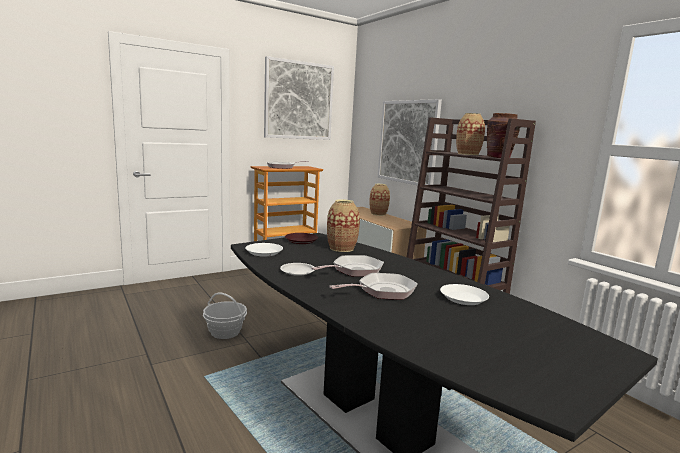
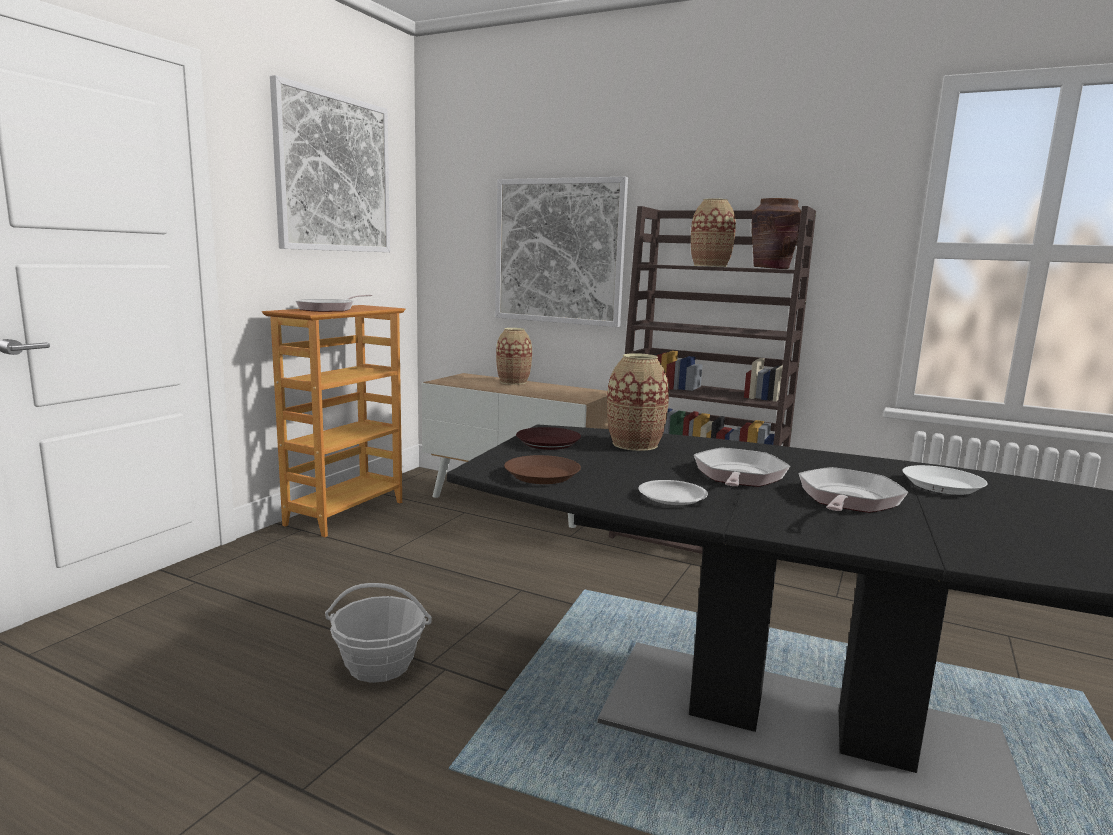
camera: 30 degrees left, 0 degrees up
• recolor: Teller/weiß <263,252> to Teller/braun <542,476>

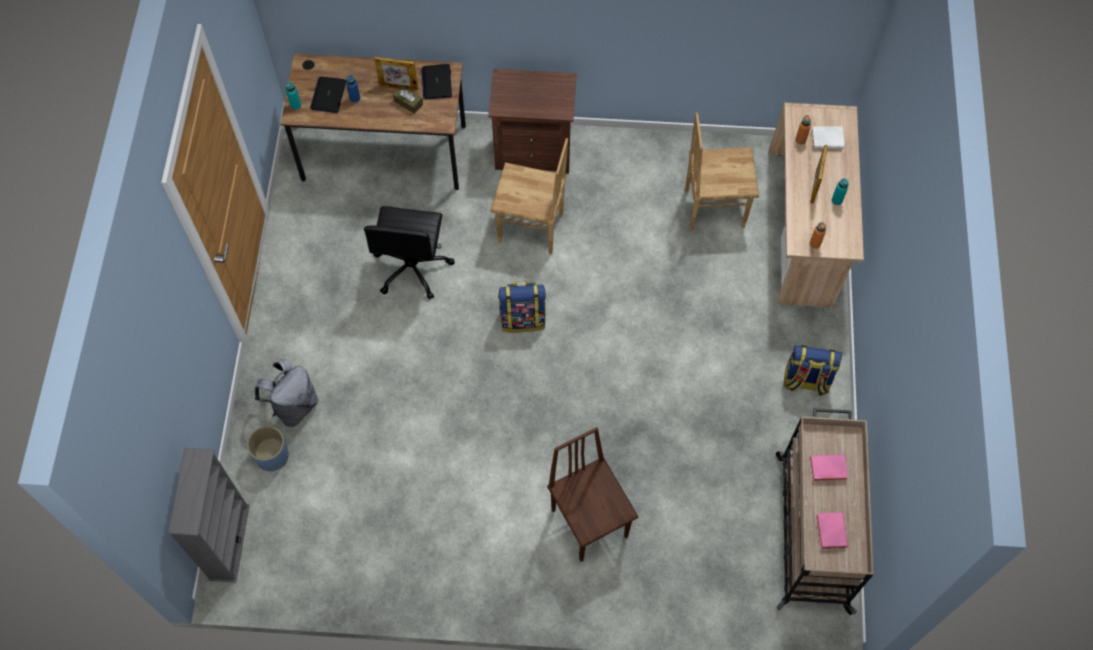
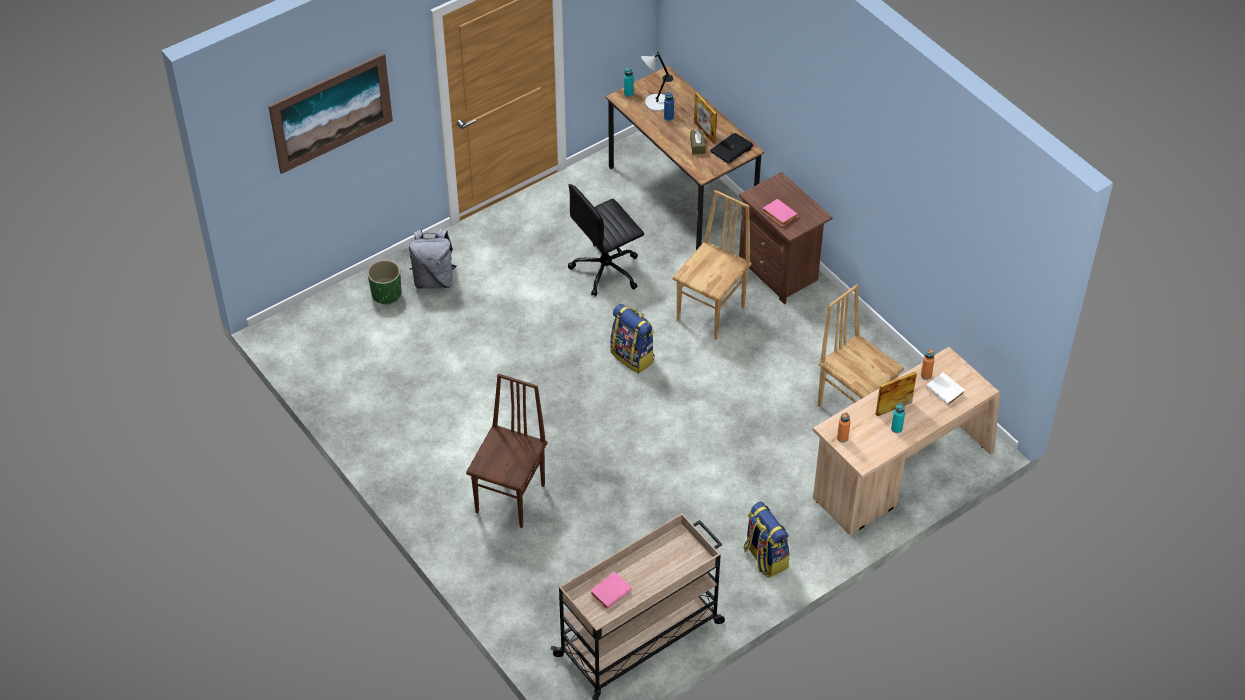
camera: 50 degrees right, 15 degrees down
• insert: Bild <331,112>
• recolor: Pflanzkübel/blau <272,456> to Pflanzkübel/grün <386,294>
• replace: Laptop <328,95> to Tischlampe/grau <655,103>
• rotate: Stuhl/braun <531,229> = <712,313> 120 degrees counterclockwise
• move: Buch/rosa <827,470> to <778,214>
• delete: Bücherregal/grau <229,542>

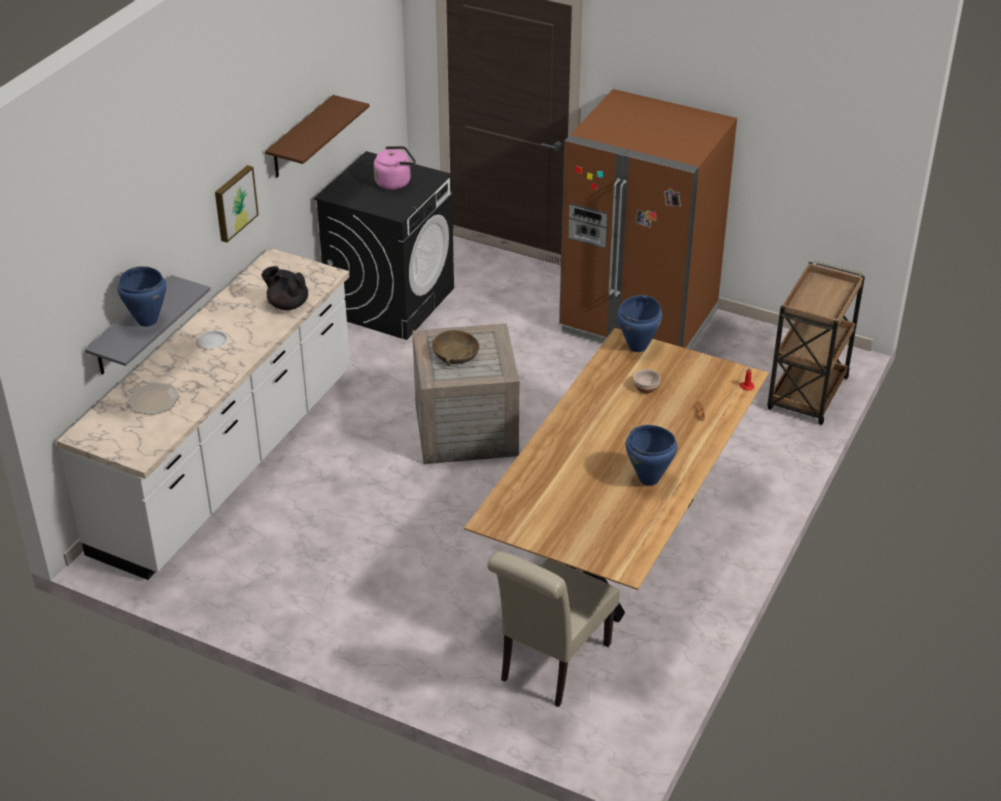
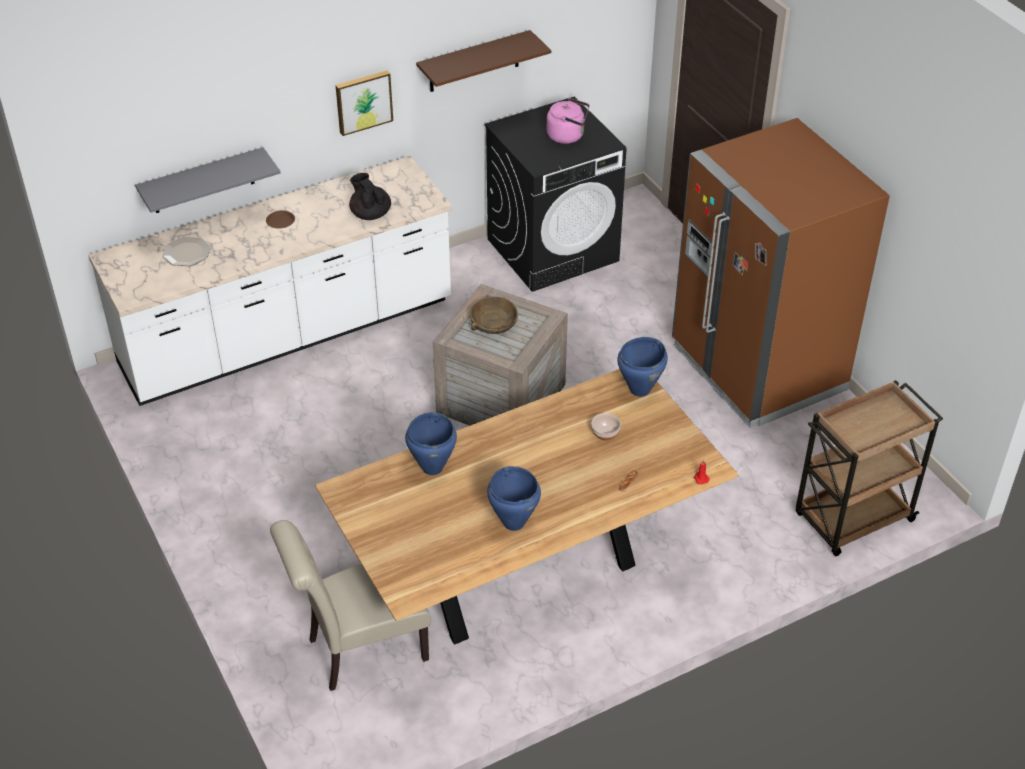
camera: 35 degrees right, 5 degrees up
• recolor: Teller/weiß <213,341> to Teller/braun <281,221>
• move: Kochtopf/blau <147,321> to <432,468>

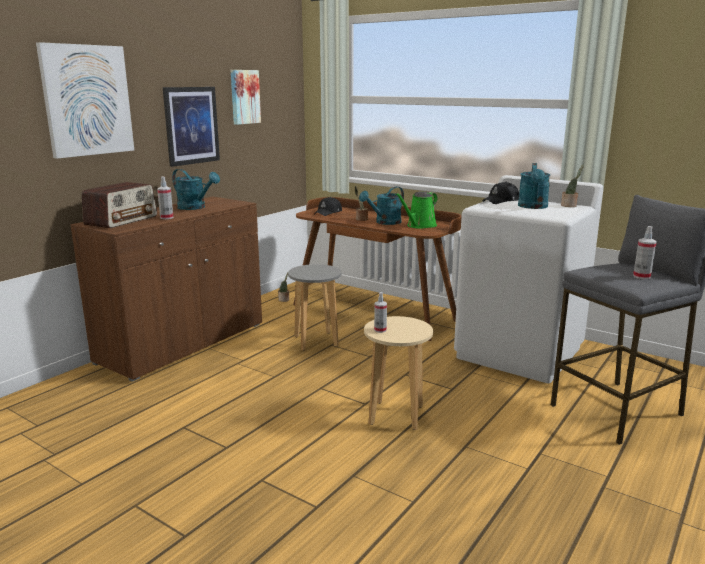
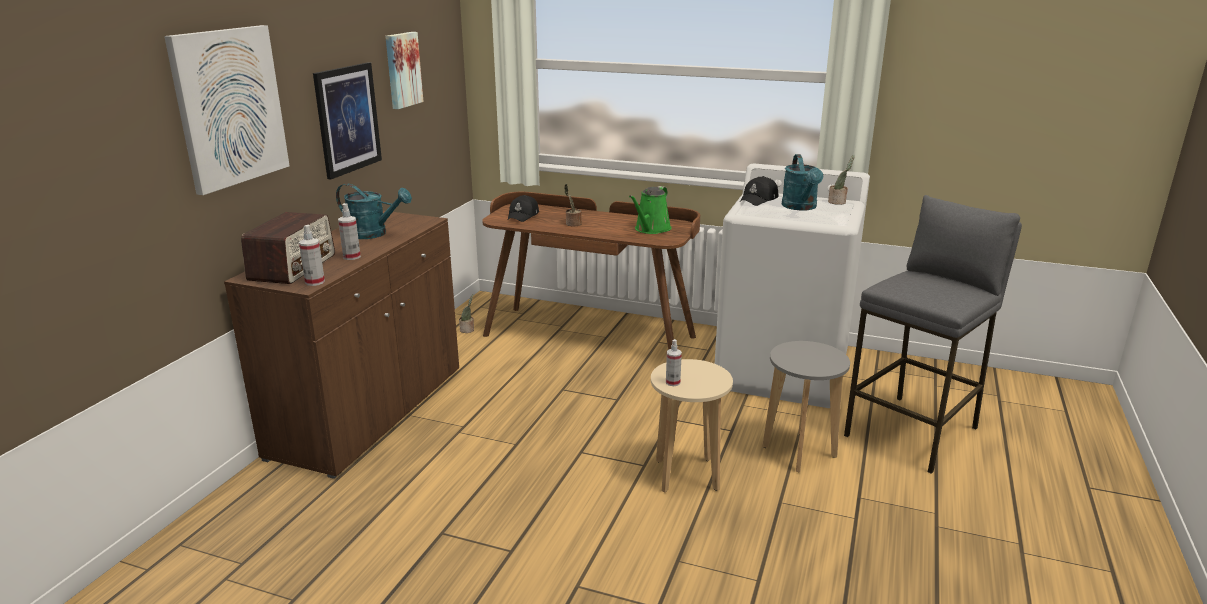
camera: 15 degrees left, 5 degrees up
• move: Sprühflasche <641,276> to <315,282>
• move: Hocker/grau <315,341> to <798,452>
• delete: Gießkanne/türkis <384,222>

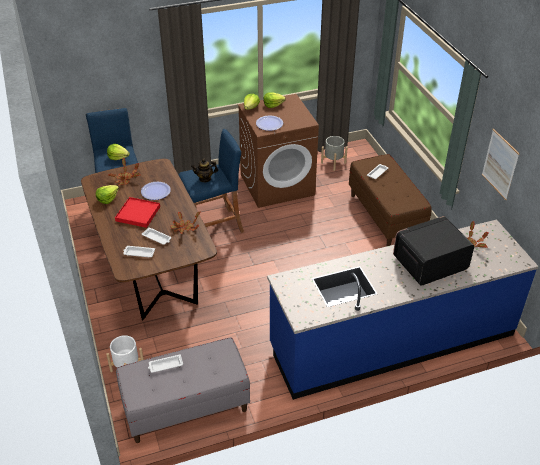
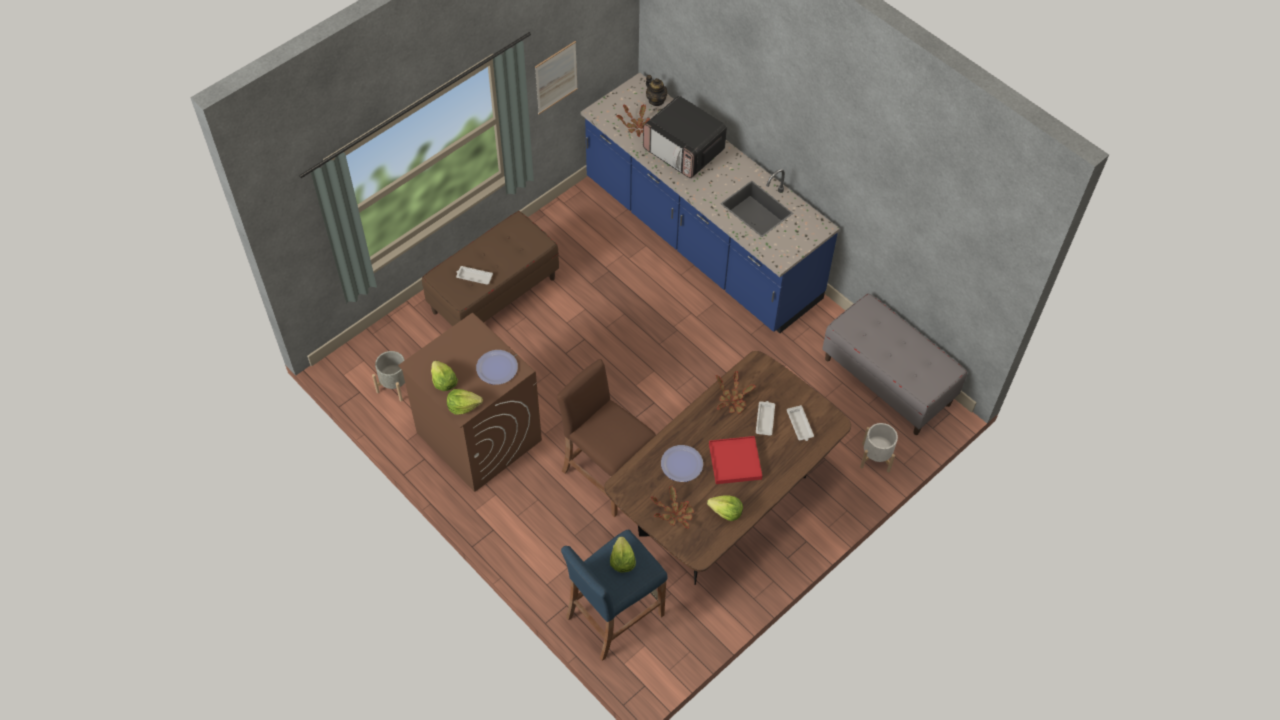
camera: 115 degrees left, 15 degrees up
• recolor: Hocker/blau <213,227> to Hocker/braun <607,476>
• move: Teekanne <205,178> to <656,100>
• delete: Tablett/weiß <165,365>

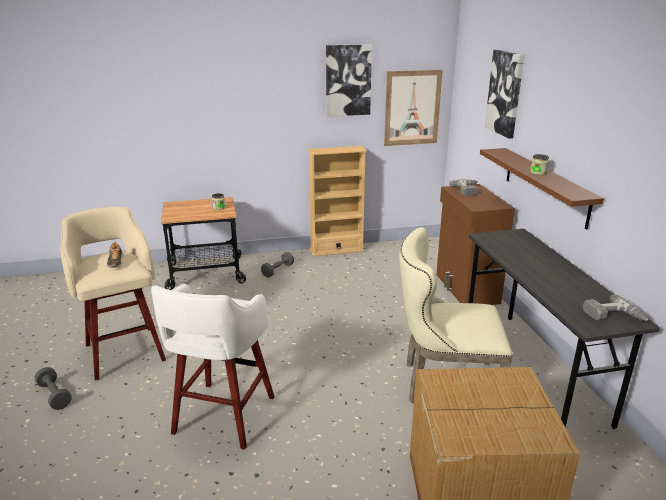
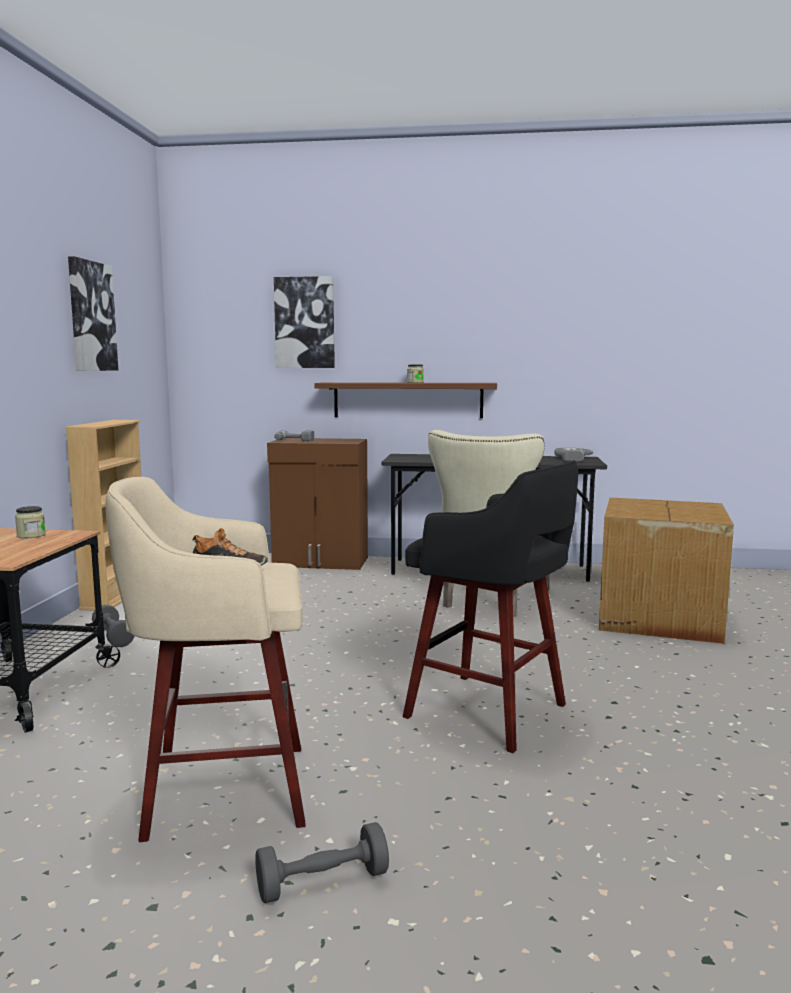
camera: 70 degrees left, 15 degrees down
• recolor: Hocker/weiß <222,417> to Hocker/schwarz <490,712>
• delete: Bild <412,108>

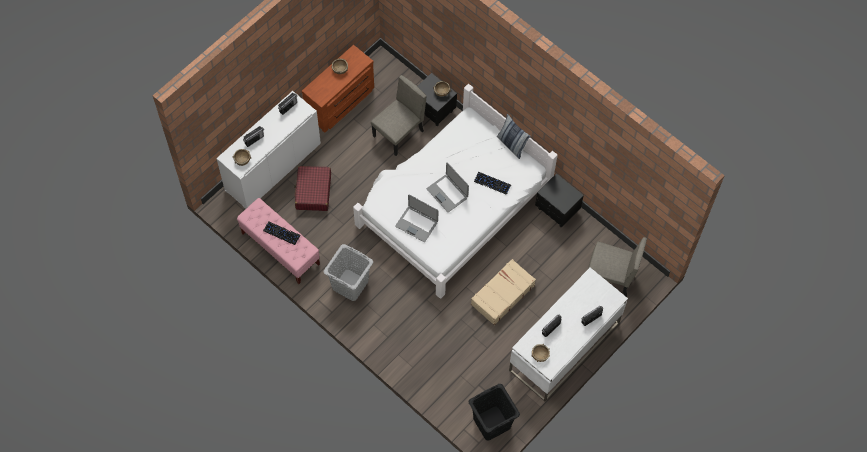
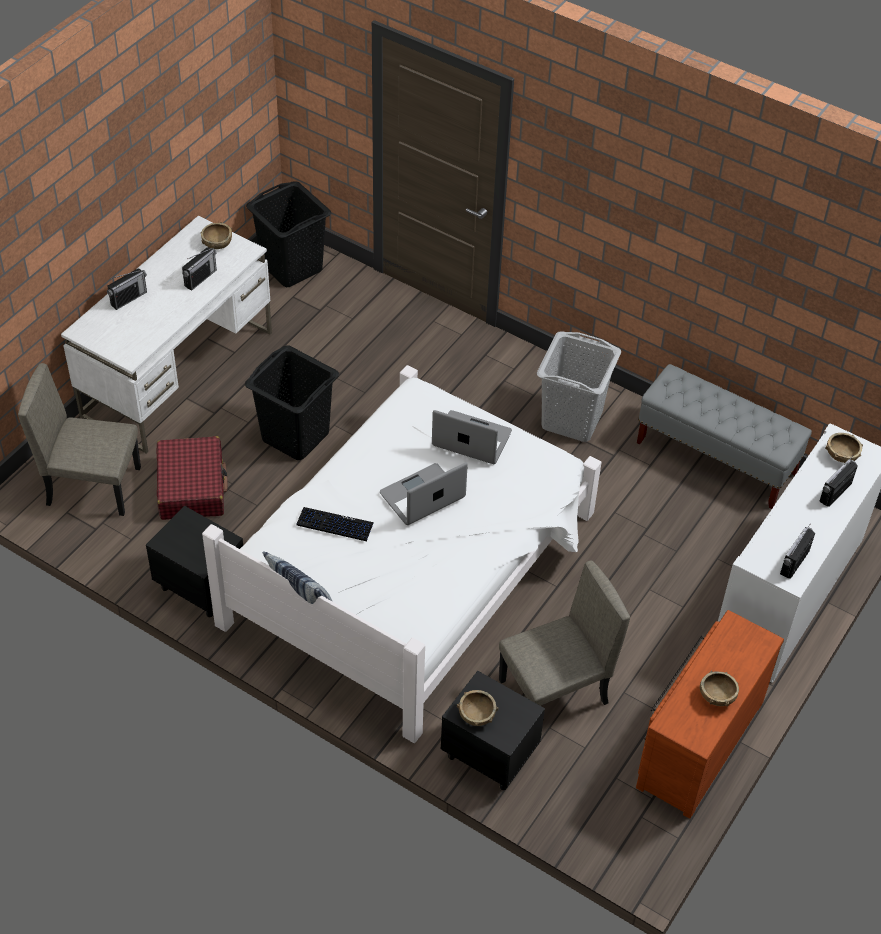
camera: 170 degrees right, 15 degrees down
• move: Koffer/rot <313,192> to <192,487>
• replace: Koffer/beige <502,294> to Wäschekorb/schwarz <295,435>
• rotate: Laptop <447,193> = <423,496> 75 degrees counterclockwise
• rotate: Stuhl/beige <398,134> = <554,692> 150 degrees counterclockwise
• recolor: Bank/rosa <280,249> to Bank/grau <716,458>
• delete: Tastatur <281,233>

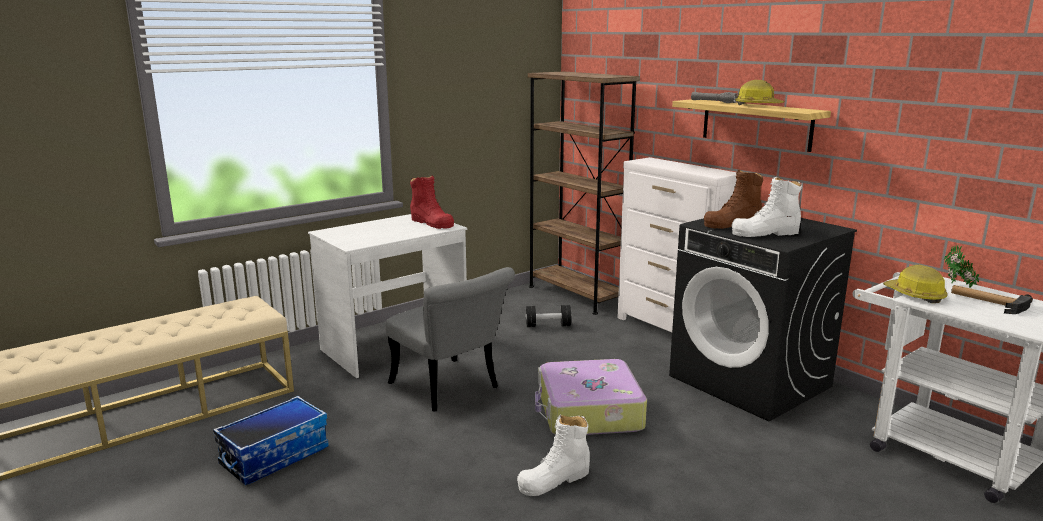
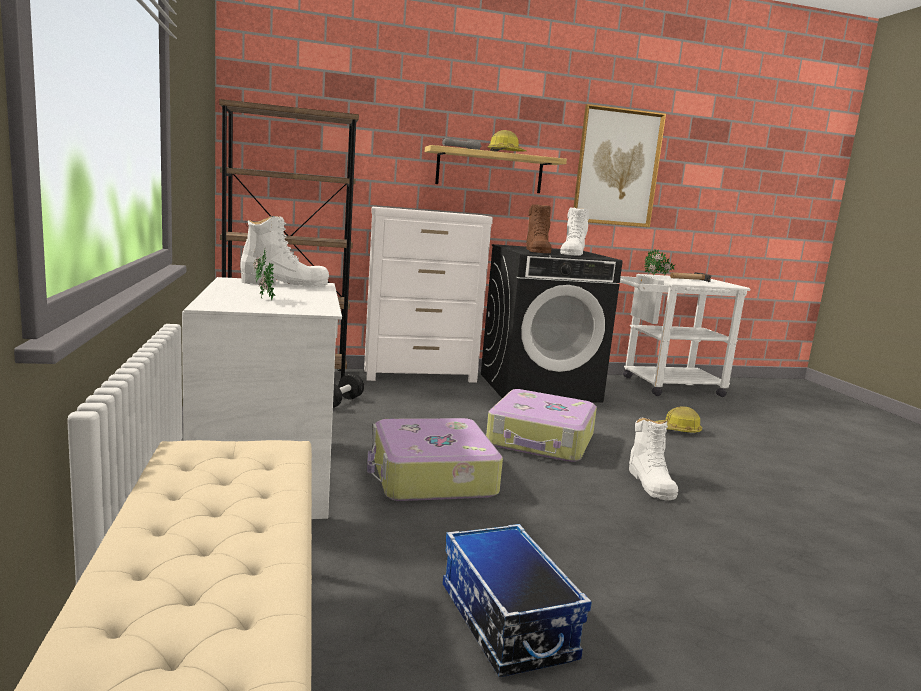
camera: 65 degrees left, 5 degrees down
• recolor: Stiefel/rot <432,223> to Stiefel/weiß <285,283>
• insert: Topfpflanze <265,300>
• replace: Stuhl/grau <451,389> to Koffer <431,477>
• insert: Bild <617,167>
• move: Schutzhelm <914,295> to <678,430>

